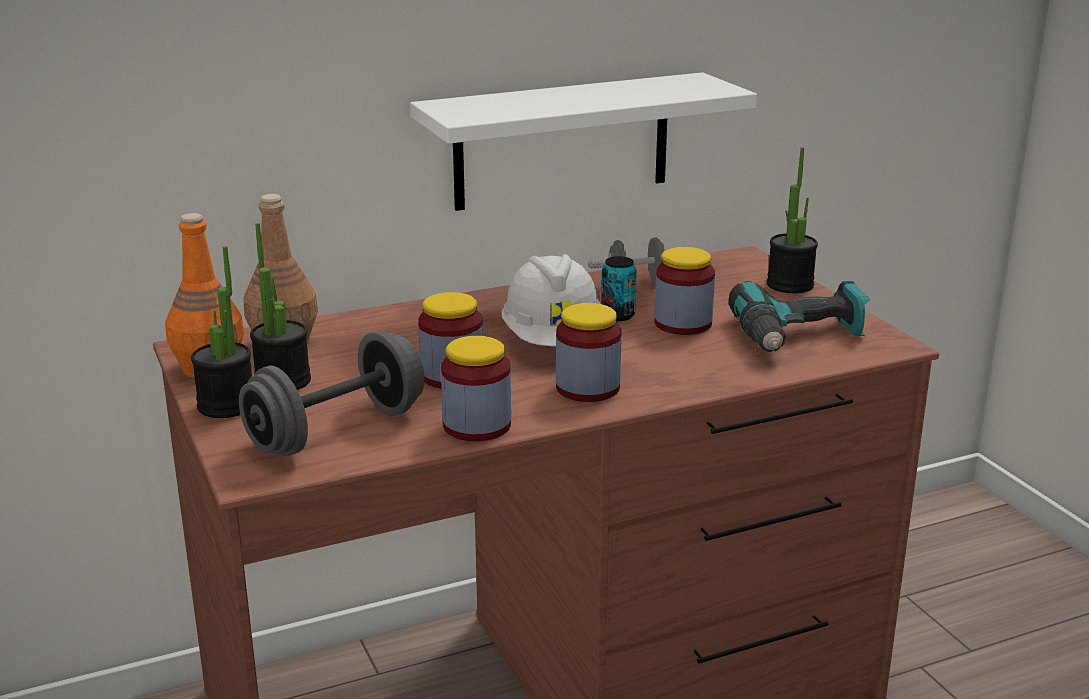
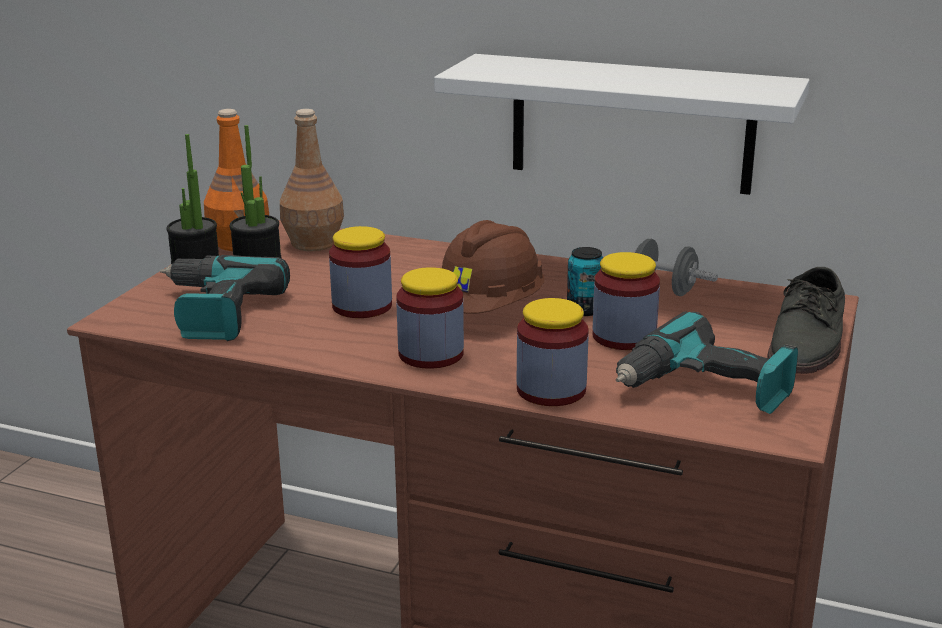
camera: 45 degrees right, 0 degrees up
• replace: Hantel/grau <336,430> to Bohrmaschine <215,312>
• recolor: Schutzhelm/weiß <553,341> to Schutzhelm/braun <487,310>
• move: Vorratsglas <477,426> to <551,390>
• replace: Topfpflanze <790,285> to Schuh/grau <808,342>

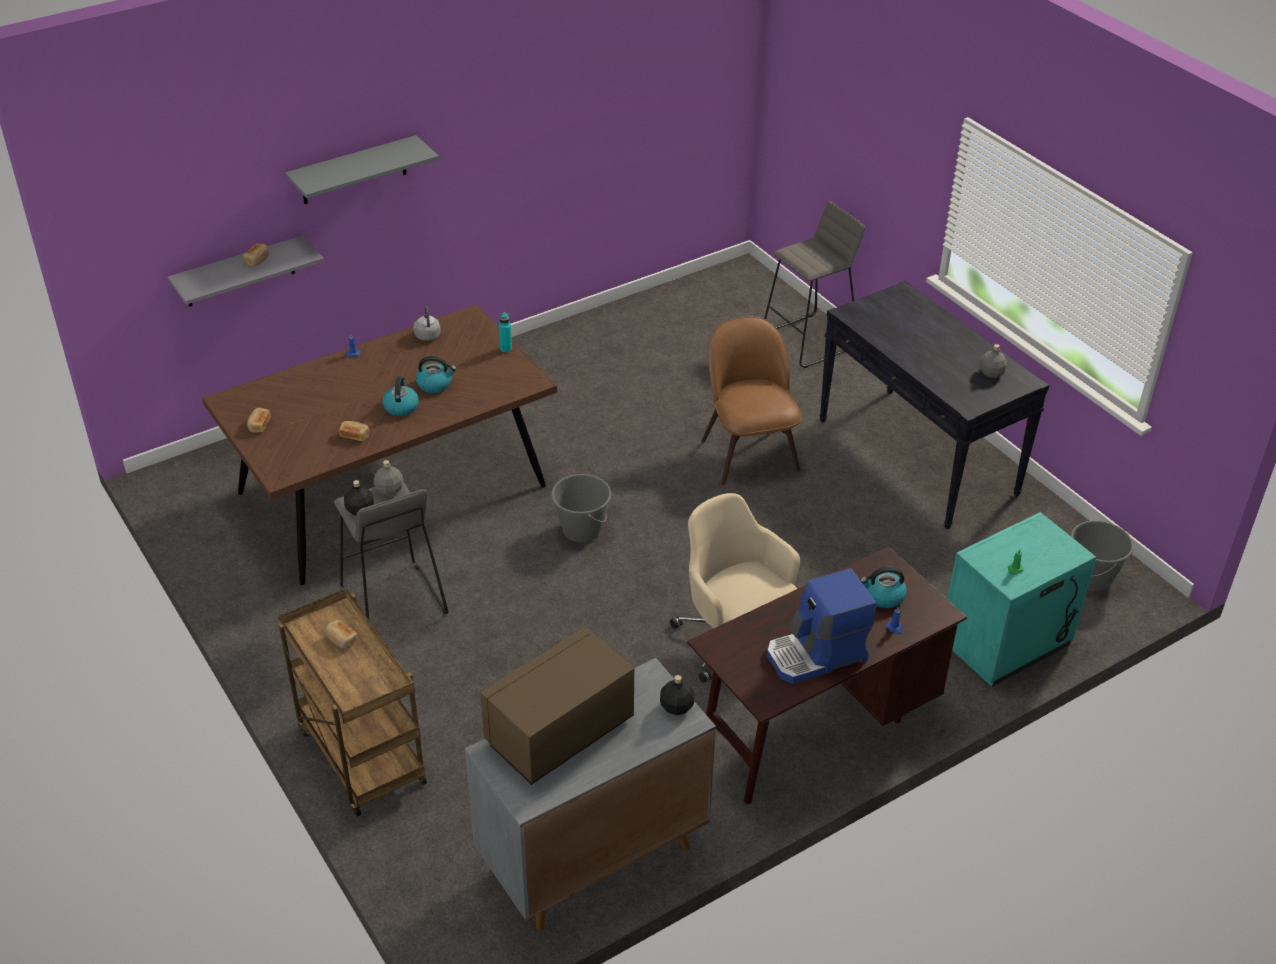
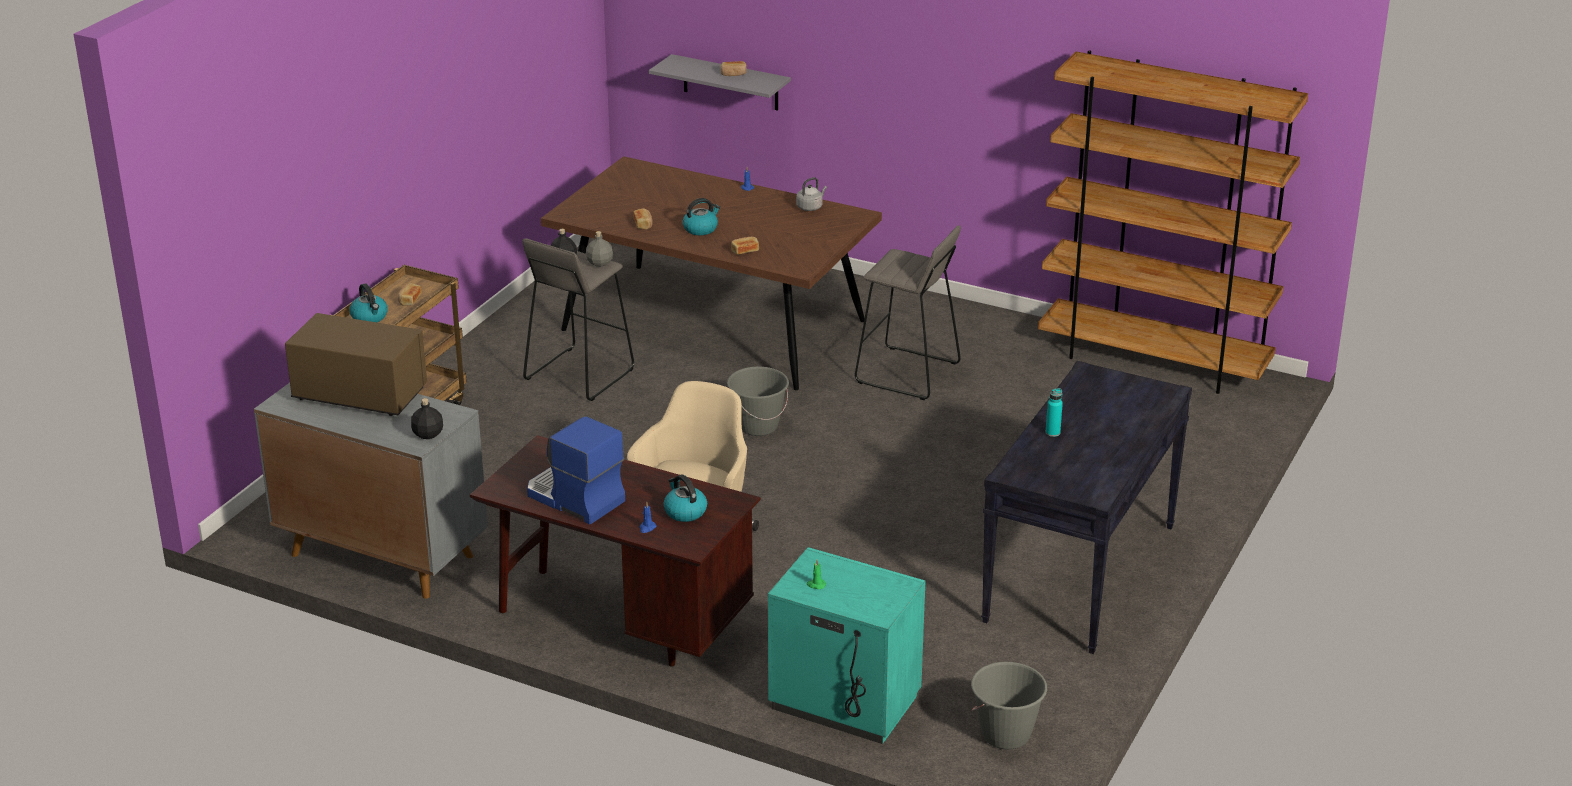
camera: 60 degrees right, 10 degrees down
• move: Wasserkessel <435,384> to <370,317>
• move: Brot <259,425> to <745,251>
• move: Hocker/grau <809,341> to <907,373>
• insert: Bücherregal/braun <1154,361>
• move: Flasche/türkis <506,349> to <1052,432>
• delete: Wandregal/grau <353,171>
• delete: Stuhl/braun <749,452>
• delete: Flasche/grau <991,373>

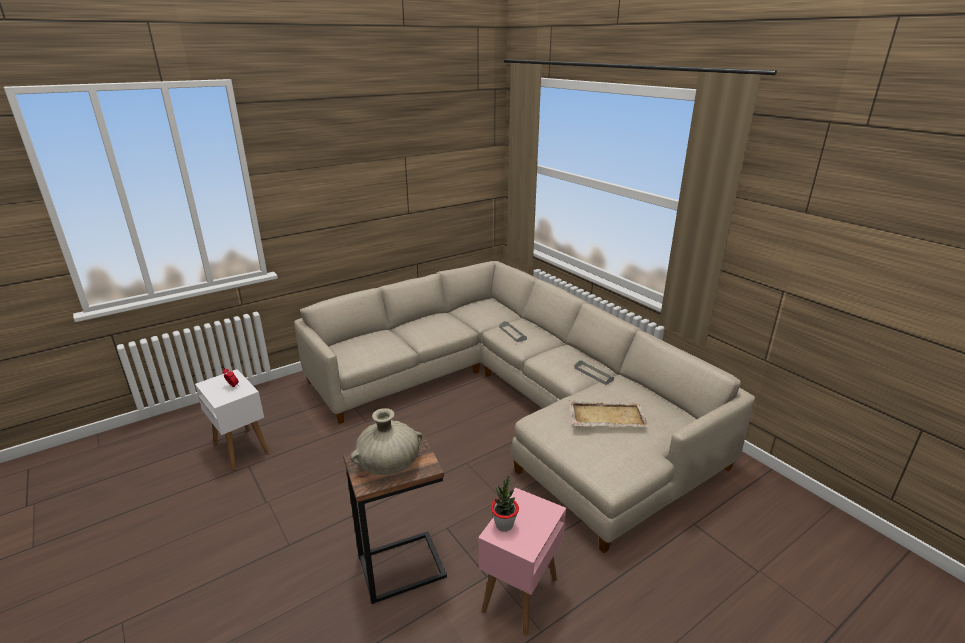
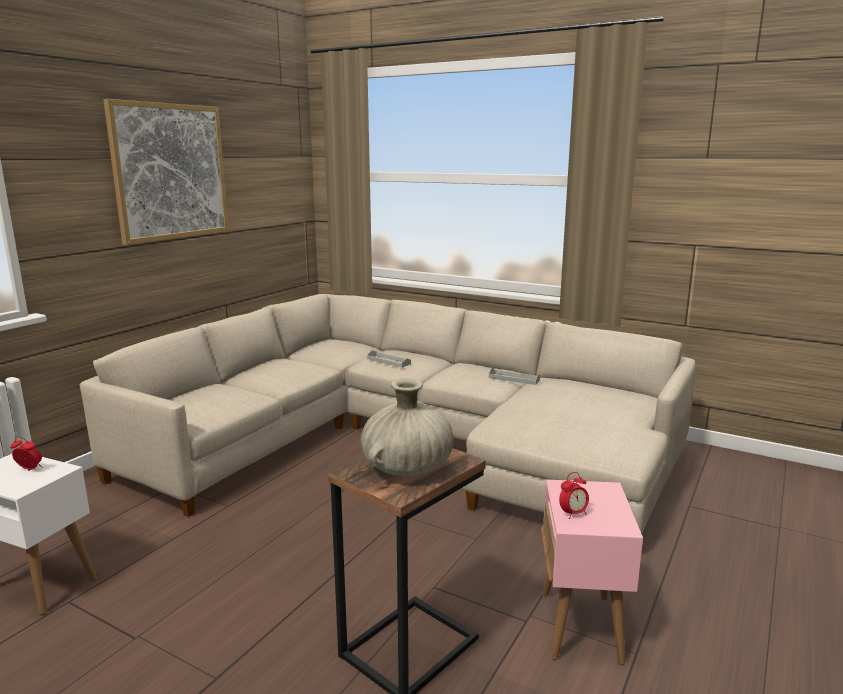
camera: 25 degrees left, 10 degrees down
• insert: Bild <170,172>
• replace: Topfpflanze <504,525> to Wecker <573,514>
• delete: Tablett/beige <606,416>

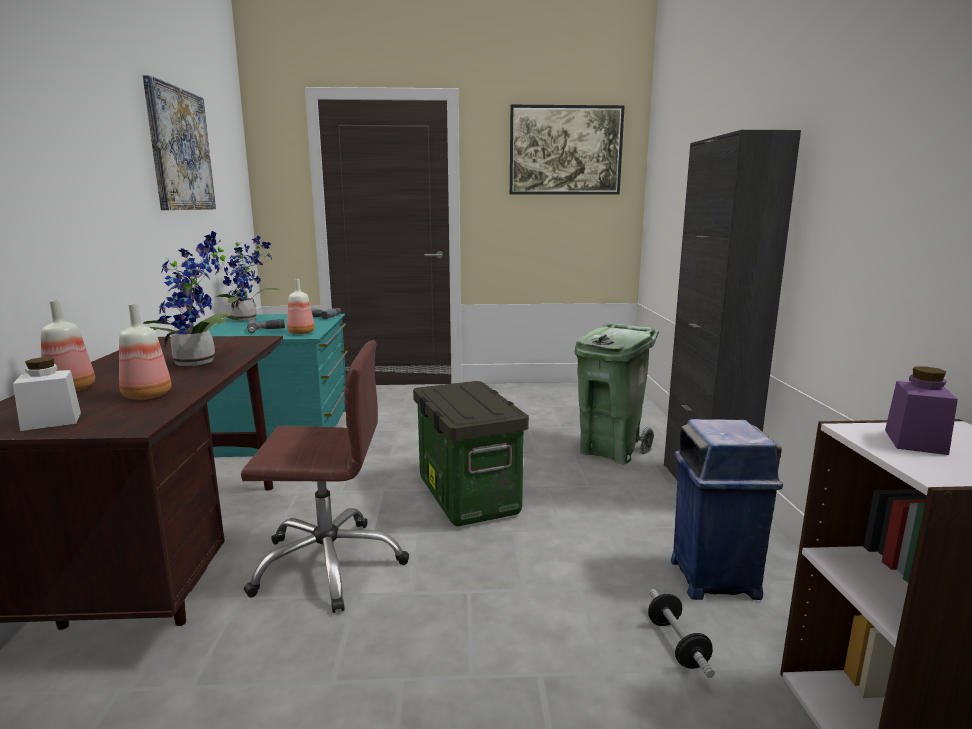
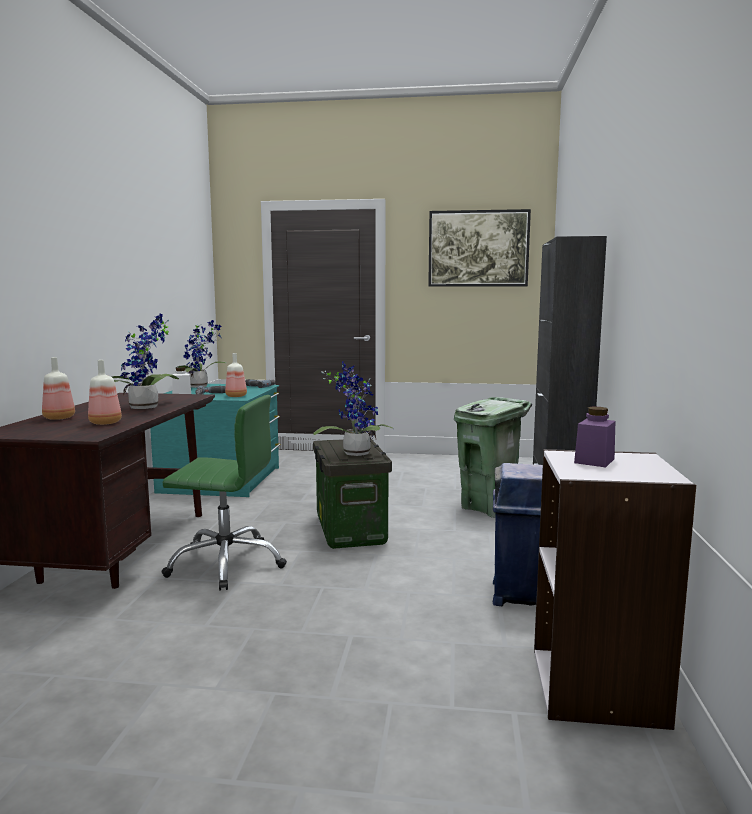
camera: 10 degrees right, 5 degrees down
• recolor: Bürostuhl/braun <328,564> to Bürostuhl/grün <226,563>
• move: Vorratsglas/weiß <51,421> to <181,393>
• insert: Topfpflanze <355,452>
• delete: Bild <180,150>
• delete: Hantel <677,645>

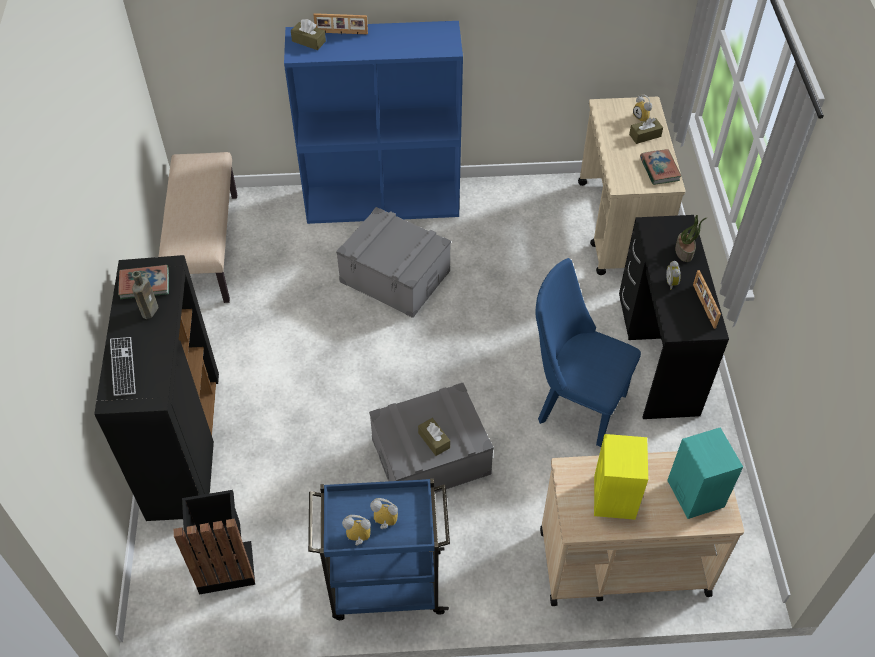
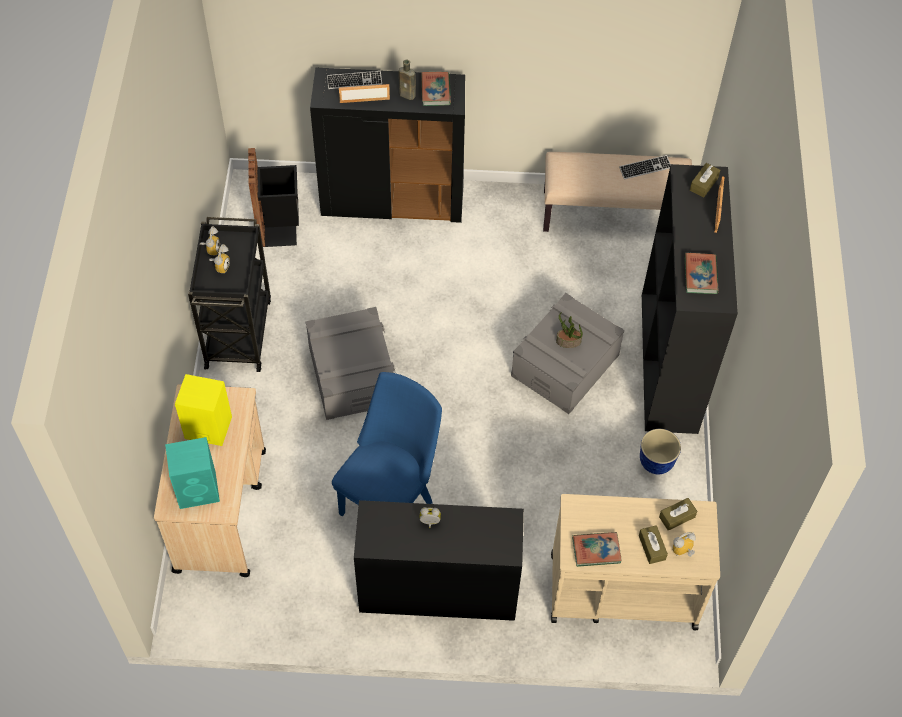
camera: 95 degrees right, 5 degrees up
• recolor: Rollwagen/blau <384,585> to Rollwagen/schwarz <238,331>
• move: Bilderrahmen <703,306> to <364,99>
• move: Topfpflanze <684,252> to <568,341>
• insert: Tastatur <645,168>
• insert: Pflanzkübel <656,463>
• recolor: Bücherregal/blau <383,201> to Bücherregal/schwarz <670,363>
• move: Taschentuchbox/braun <434,440> to <677,517>
• insert: Buch <700,275>

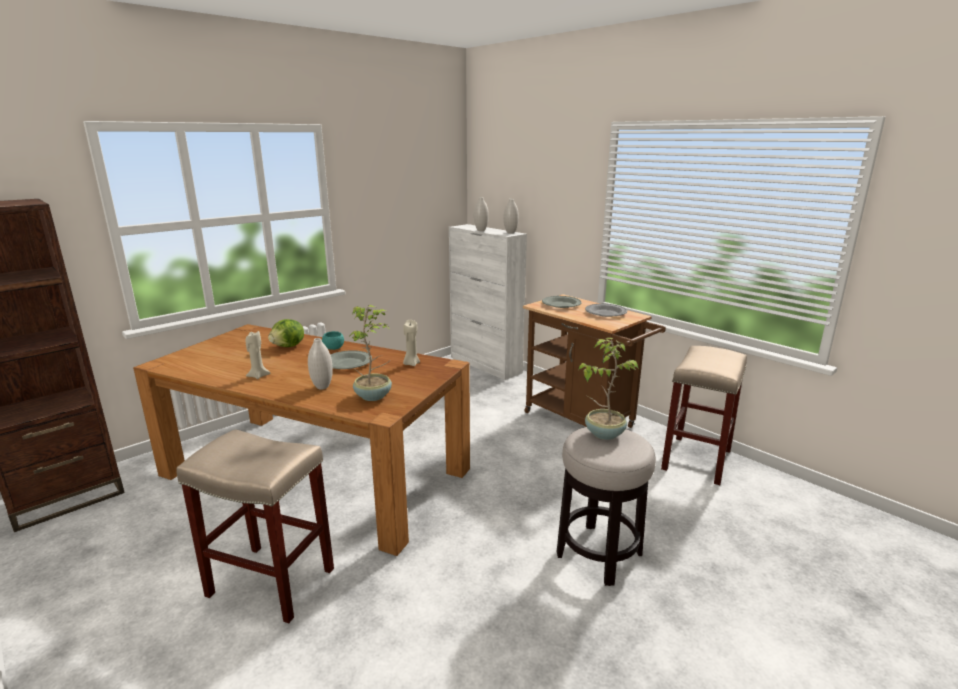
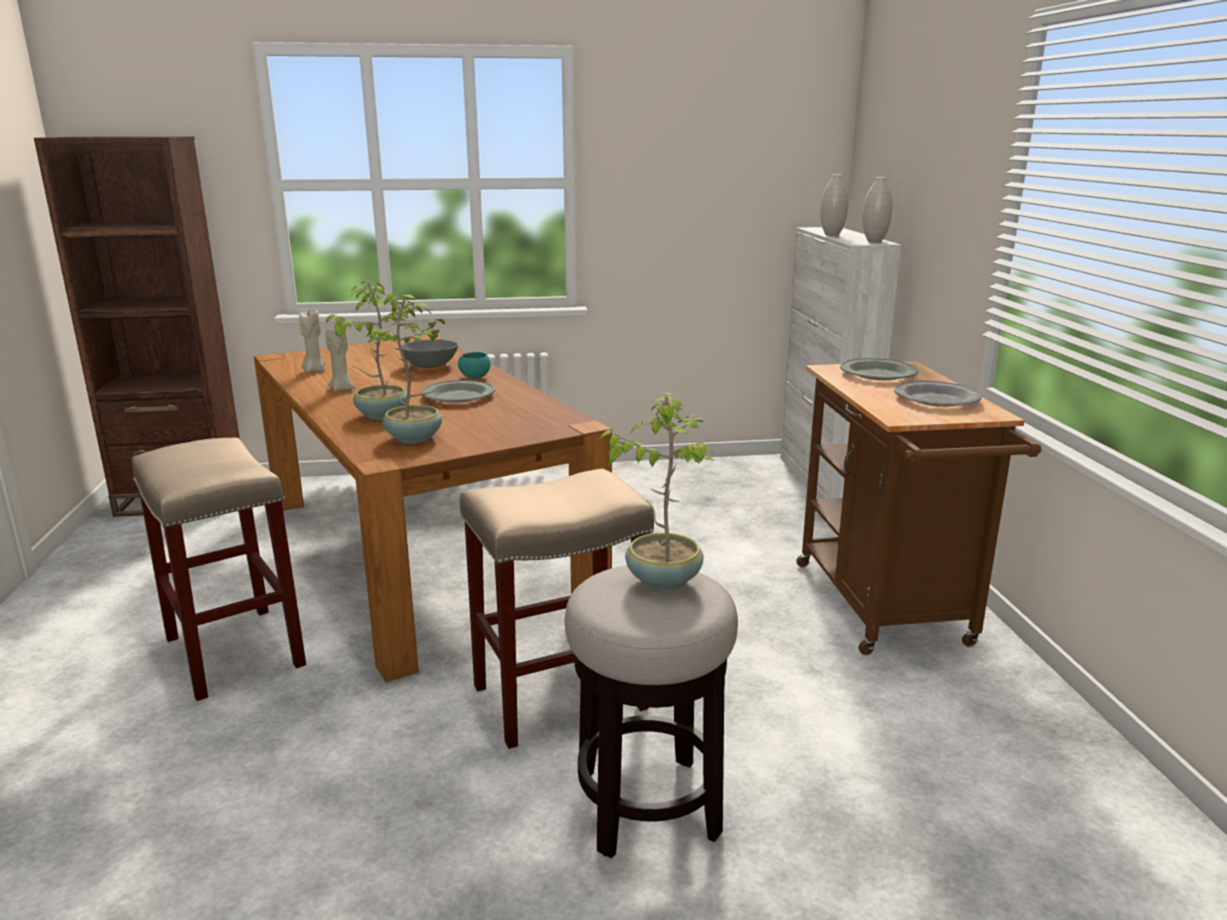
camera: 35 degrees right, 0 degrees up
• move: Kerze/beige <411,364> to <314,370>
• replace: Vase/weiß <322,387> to Topfpflanze <381,415>
• replace: Salatkopf <289,346> to Schüssel/grau <430,365>
• move: Hocker/beige <697,460> to <557,698>

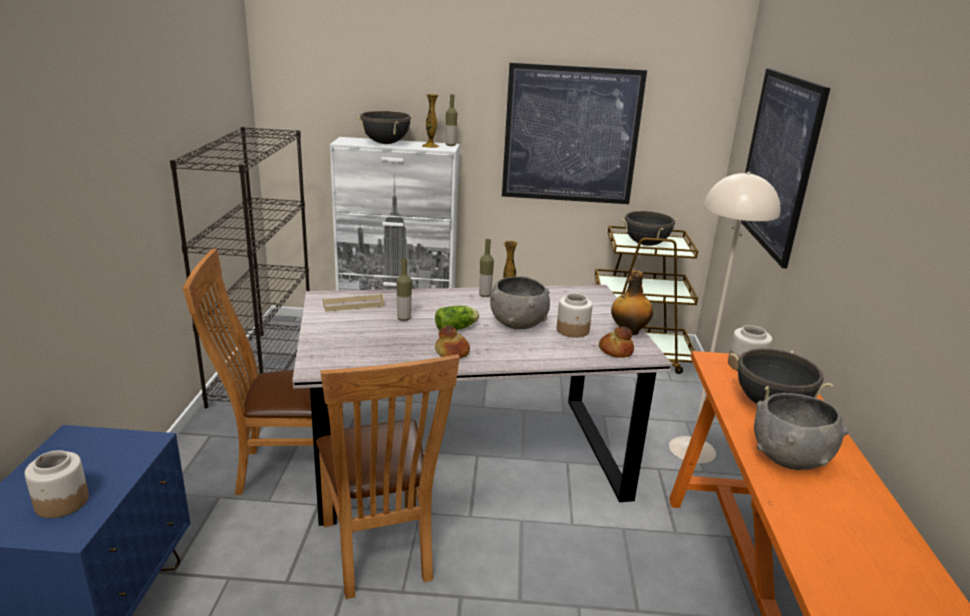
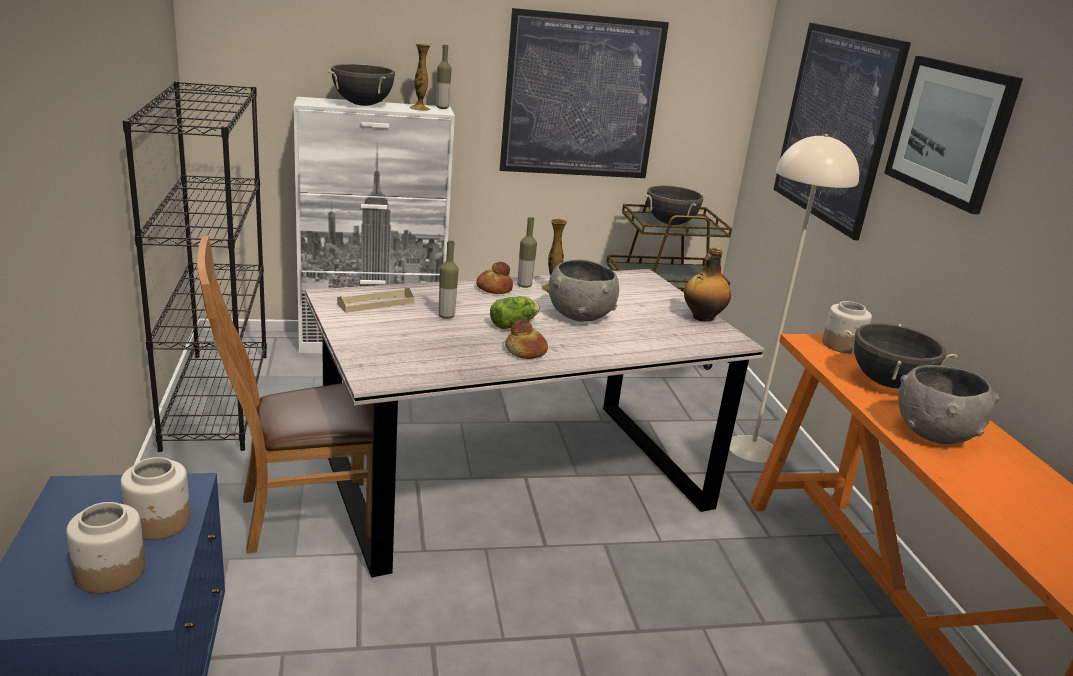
camera: 15 degrees left, 0 degrees up
• move: Vorratsglas <573,330> to <159,522>
• move: Brot <615,351> to <494,288>
• insert: Bild <949,131>
• delete: Stuhl/braun <380,554>

